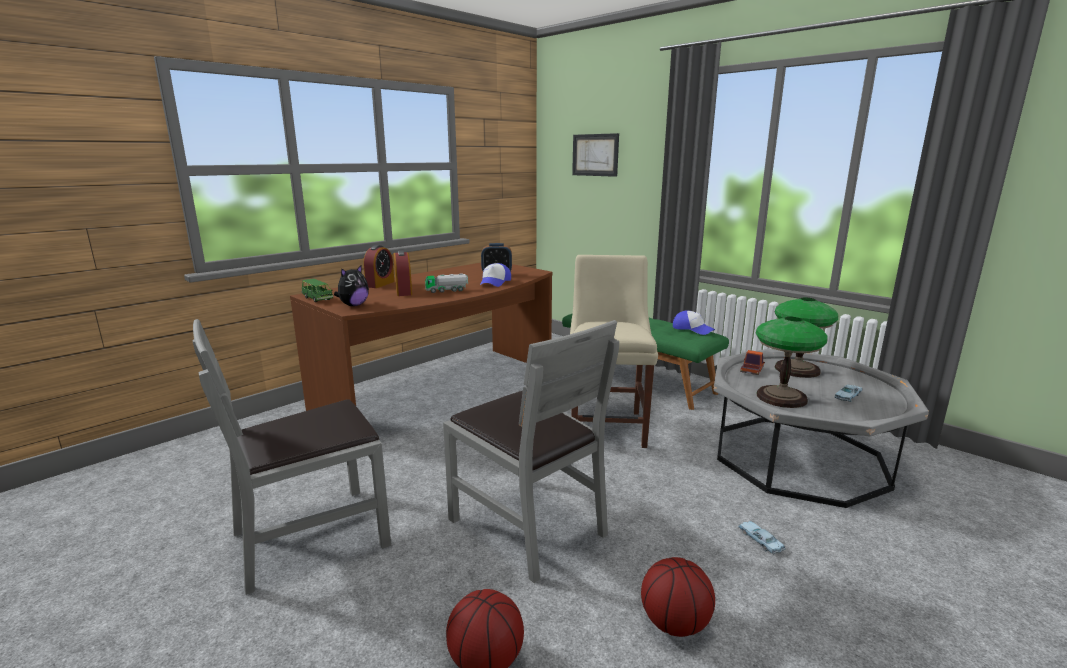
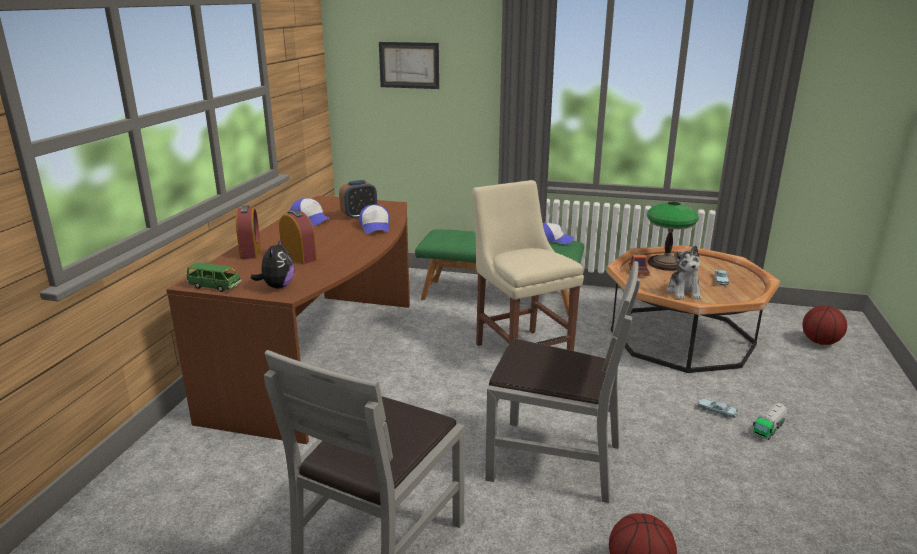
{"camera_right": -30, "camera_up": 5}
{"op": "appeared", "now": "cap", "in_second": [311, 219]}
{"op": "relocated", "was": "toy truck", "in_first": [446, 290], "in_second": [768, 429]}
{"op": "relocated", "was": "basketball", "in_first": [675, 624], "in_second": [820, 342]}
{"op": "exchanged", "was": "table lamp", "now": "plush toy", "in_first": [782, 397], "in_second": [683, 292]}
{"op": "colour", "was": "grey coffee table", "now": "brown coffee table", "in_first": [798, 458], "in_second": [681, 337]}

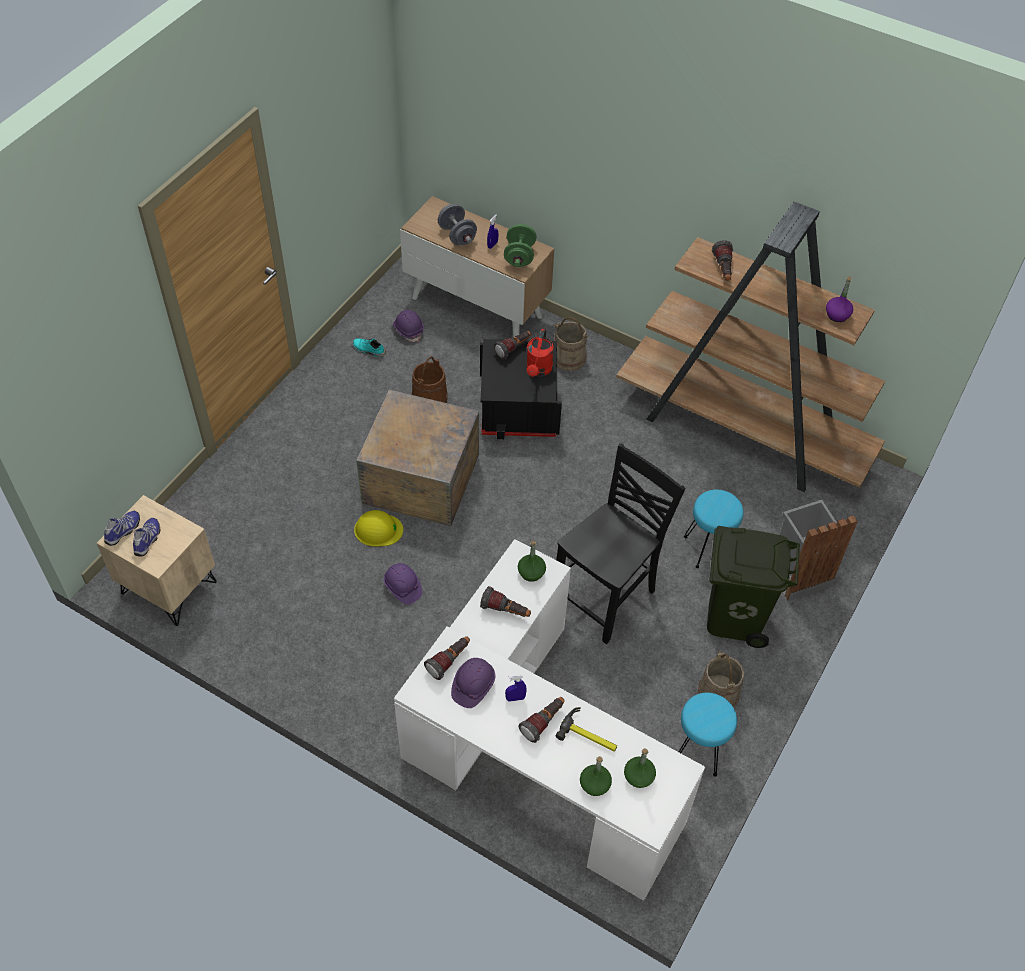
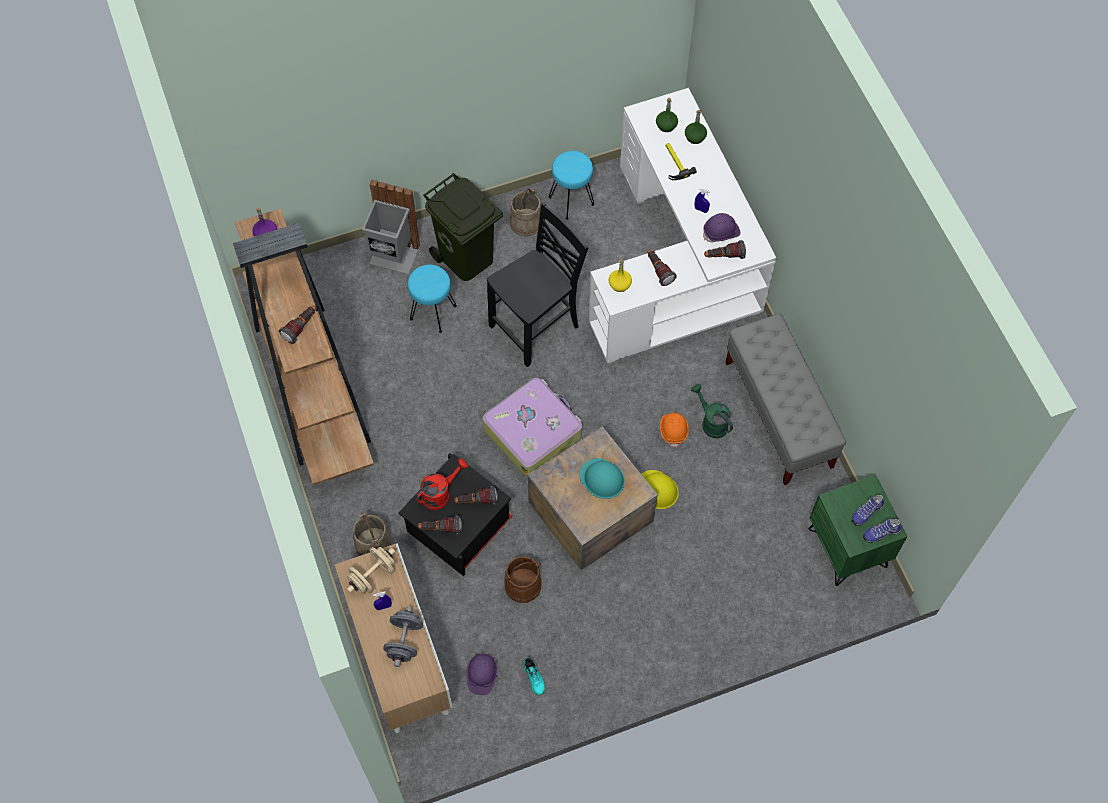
{"camera_right": -140, "camera_up": 10}
{"op": "appeared", "now": "suitcase", "in_second": [533, 431]}
{"op": "appeared", "now": "turquoise hard hat", "in_second": [602, 478]}
{"op": "appeared", "now": "green watering can", "in_second": [711, 422]}
{"op": "appeared", "now": "grey bench", "in_second": [778, 415]}
{"op": "relocated", "was": "flashlight", "in_first": [543, 722], "in_second": [476, 501]}
{"op": "colour", "was": "beige nightstand", "now": "green nightstand", "in_first": [168, 588], "in_second": [848, 547]}
{"op": "colour", "was": "purple hard hat", "now": "orange hard hat", "in_first": [402, 587], "in_second": [673, 430]}
{"op": "colour", "was": "green dumbbell", "now": "beige dumbbell", "in_first": [519, 256], "in_second": [372, 576]}
{"op": "colour", "was": "green bottle", "now": "yellow bottle", "in_first": [531, 573], "in_second": [620, 284]}
{"op": "spun", "was": "black chair", "in_first": [607, 597], "in_second": [537, 327], "clockwise": 150}

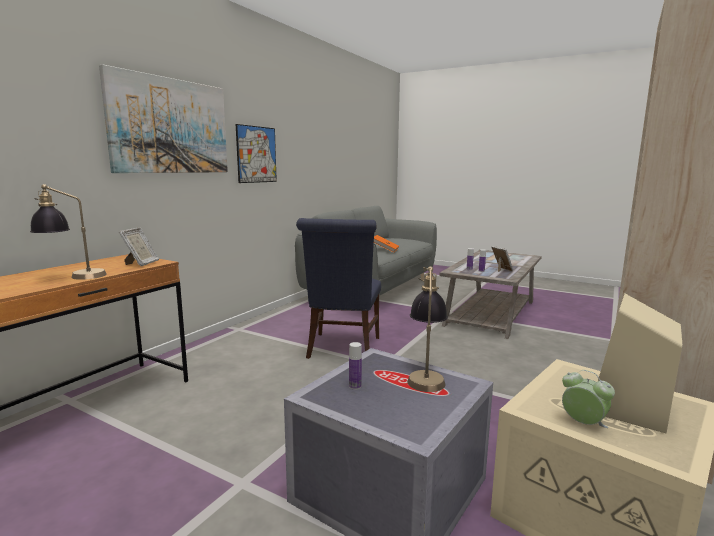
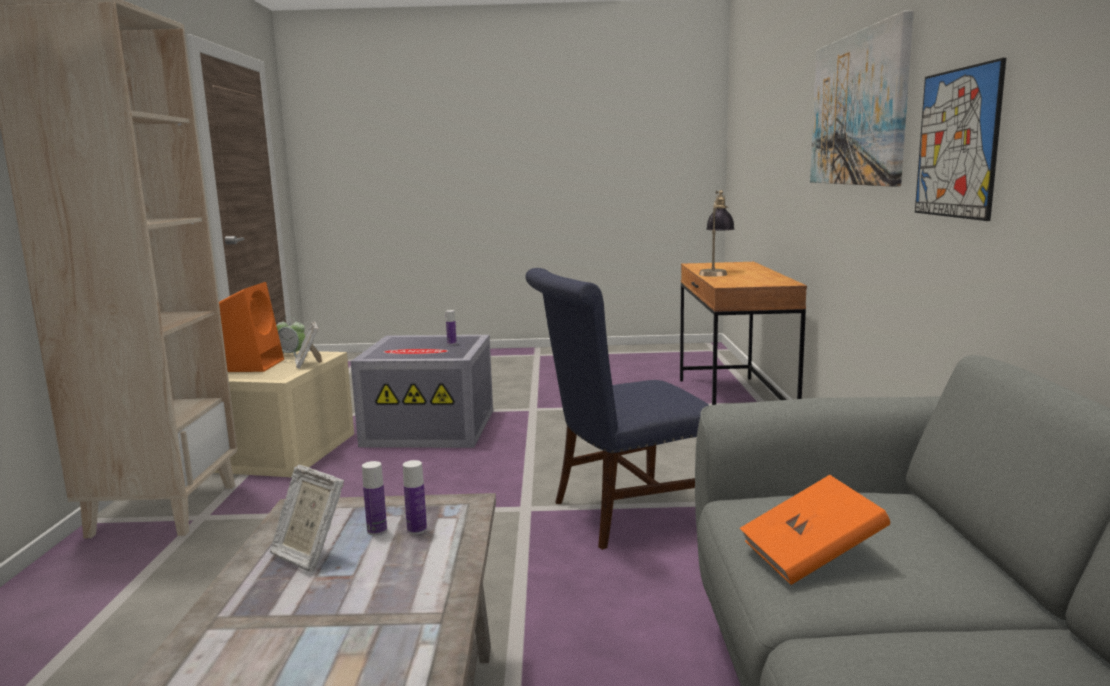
{"camera_right": 150, "camera_up": 0}
{"op": "missing", "was": "table lamp", "in_first": [426, 375]}
{"op": "relocated", "was": "picture frame", "in_first": [141, 263], "in_second": [308, 364]}
{"op": "colour", "was": "beige speaker", "now": "orange speaker", "in_first": [629, 409], "in_second": [251, 365]}
{"op": "spun", "was": "blue chair", "in_first": [342, 349], "in_second": [620, 515], "clockwise": -90}

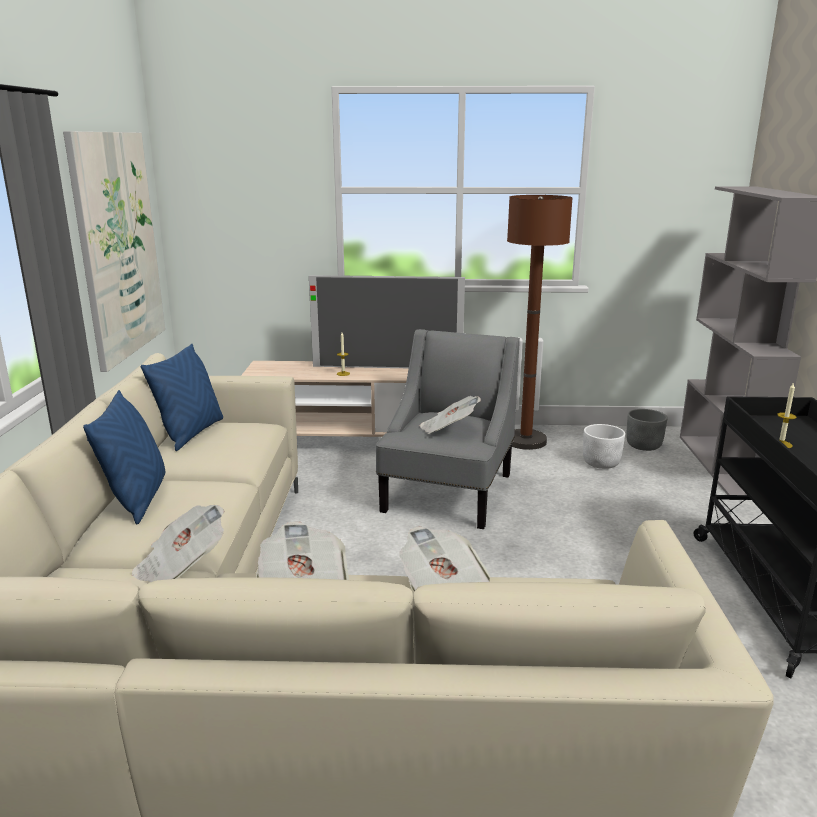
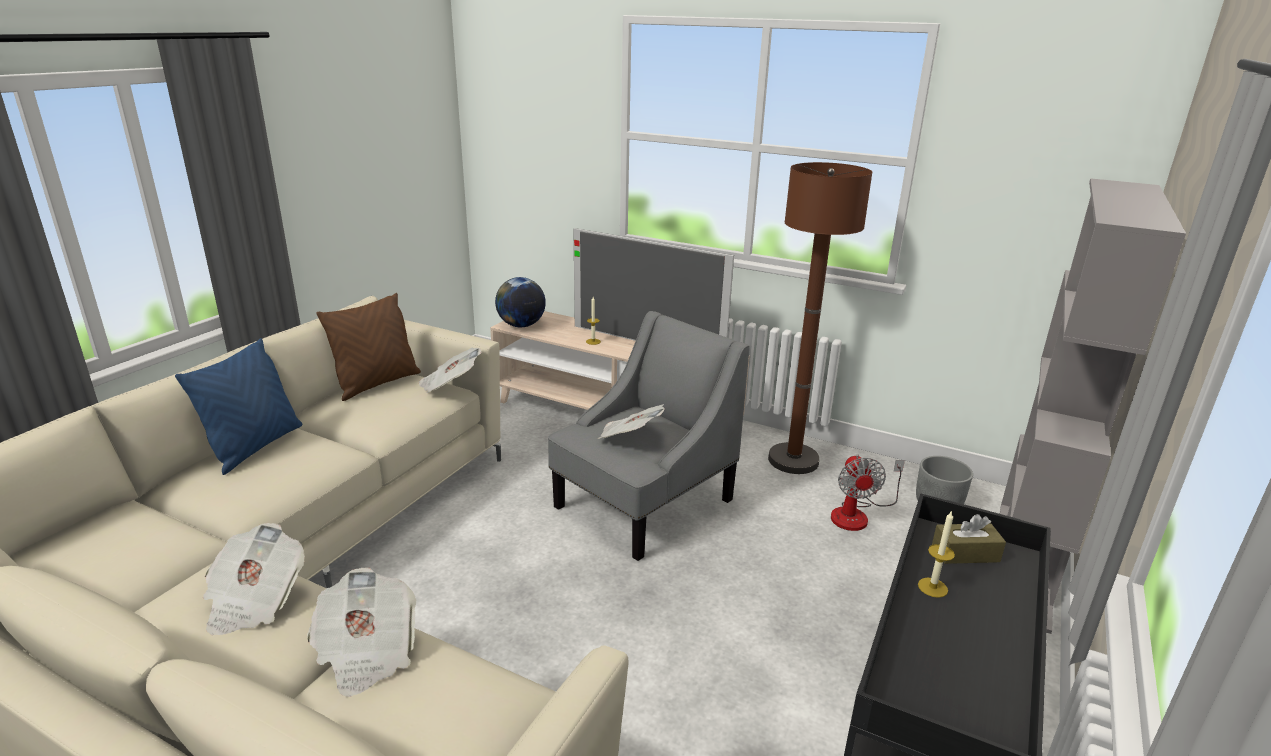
{"camera_right": 25, "camera_up": 5}
{"op": "missing", "was": "picture", "in_first": [118, 246]}
{"op": "appeared", "now": "globe", "in_second": [521, 325]}
{"op": "appeared", "now": "brown tissue box", "in_second": [965, 553]}
{"op": "relocated", "was": "newspaper", "in_first": [181, 566], "in_second": [450, 385]}
{"op": "exchanged", "was": "white planter", "now": "fan", "in_first": [601, 463], "in_second": [857, 514]}
{"op": "colour", "was": "blue pillow", "now": "brown pillow", "in_first": [191, 433], "in_second": [377, 383]}

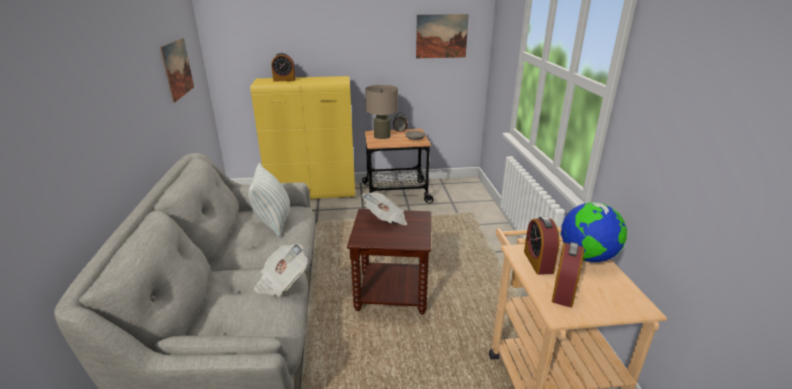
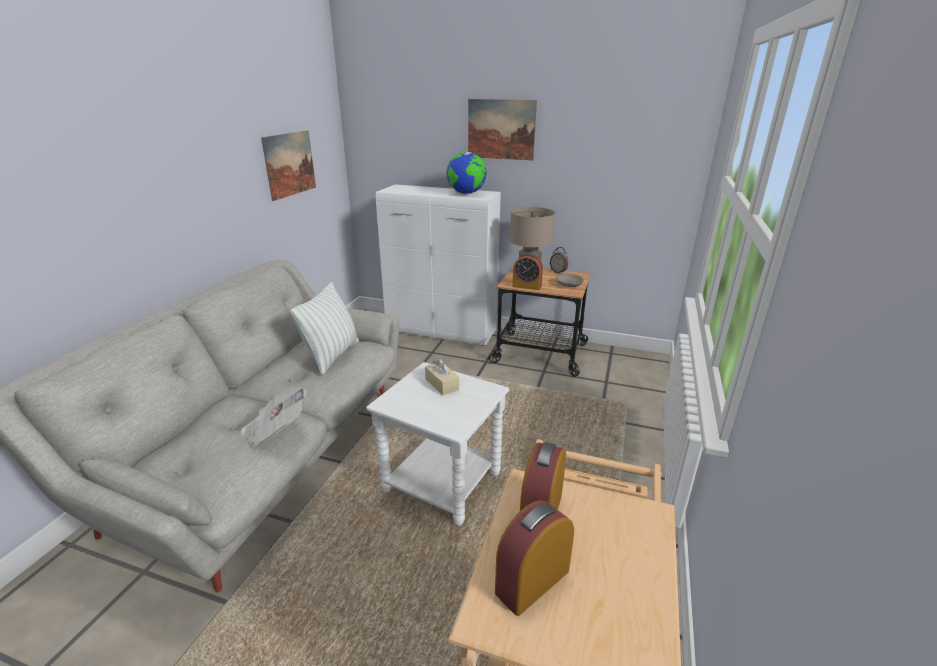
{"camera_right": 25, "camera_up": 0}
{"op": "relocated", "was": "alarm clock", "in_first": [284, 80], "in_second": [526, 286]}
{"op": "relocated", "was": "picture", "in_first": [441, 36], "in_second": [501, 129]}
{"op": "relocated", "was": "globe", "in_first": [587, 257], "in_second": [466, 193]}
{"op": "exchanged", "was": "newspaper", "now": "beige tissue box", "in_first": [386, 219], "in_second": [442, 384]}
{"op": "colour", "was": "yellow cabinet", "now": "white cabinet", "in_first": [313, 193], "in_second": [442, 331]}
{"op": "colour", "was": "brown side table", "now": "white side table", "in_first": [392, 292], "in_second": [443, 482]}

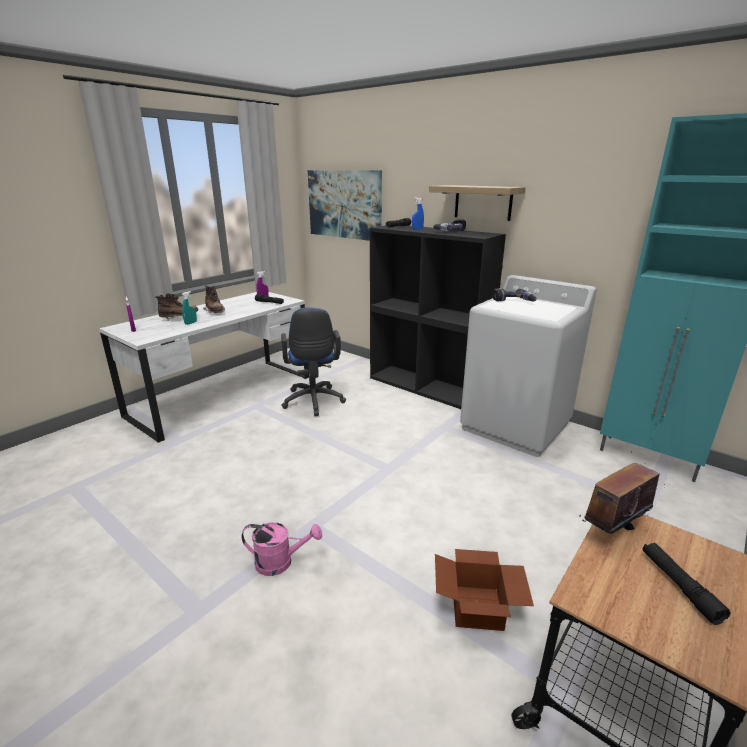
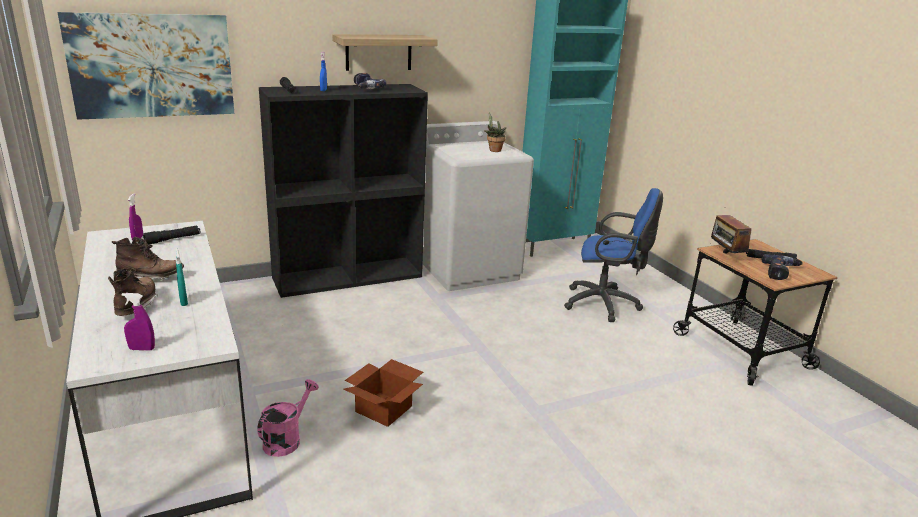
{"camera_right": -65, "camera_up": 0}
{"op": "appeared", "now": "potted plant", "in_second": [493, 150]}
{"op": "relocated", "was": "pink watering can", "in_first": [280, 562], "in_second": [286, 439]}
{"op": "relocated", "was": "blue office chair", "in_first": [313, 402], "in_second": [605, 304]}
{"op": "relocated", "was": "cardboard box", "in_first": [479, 608], "in_second": [385, 408]}
{"op": "relocated", "was": "power drill", "in_first": [513, 302], "in_second": [781, 273]}

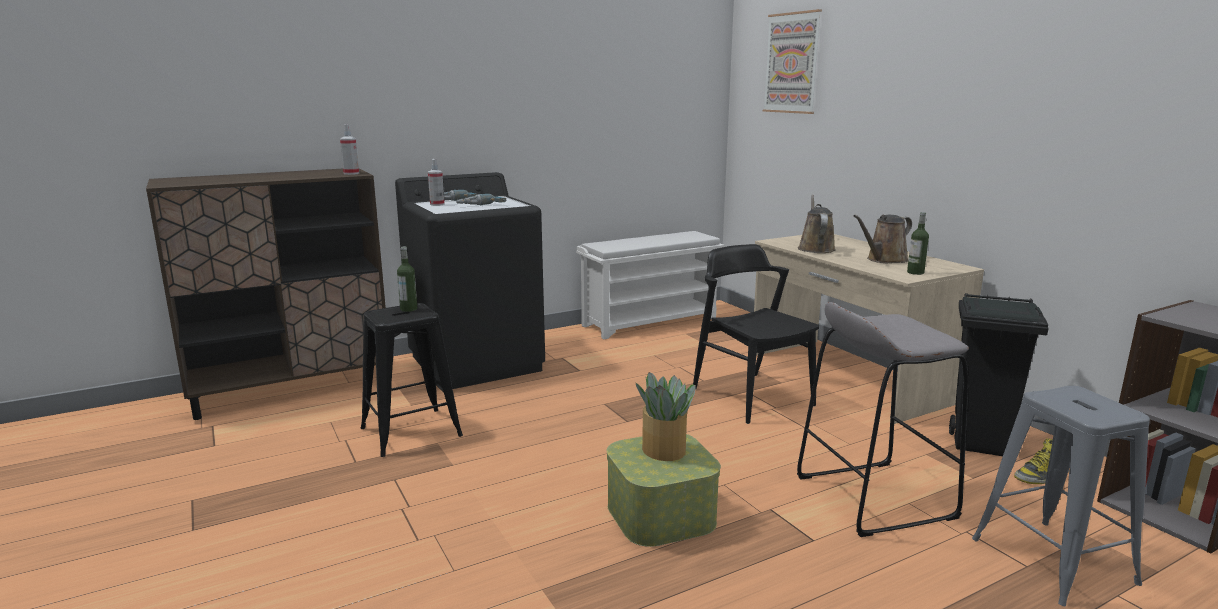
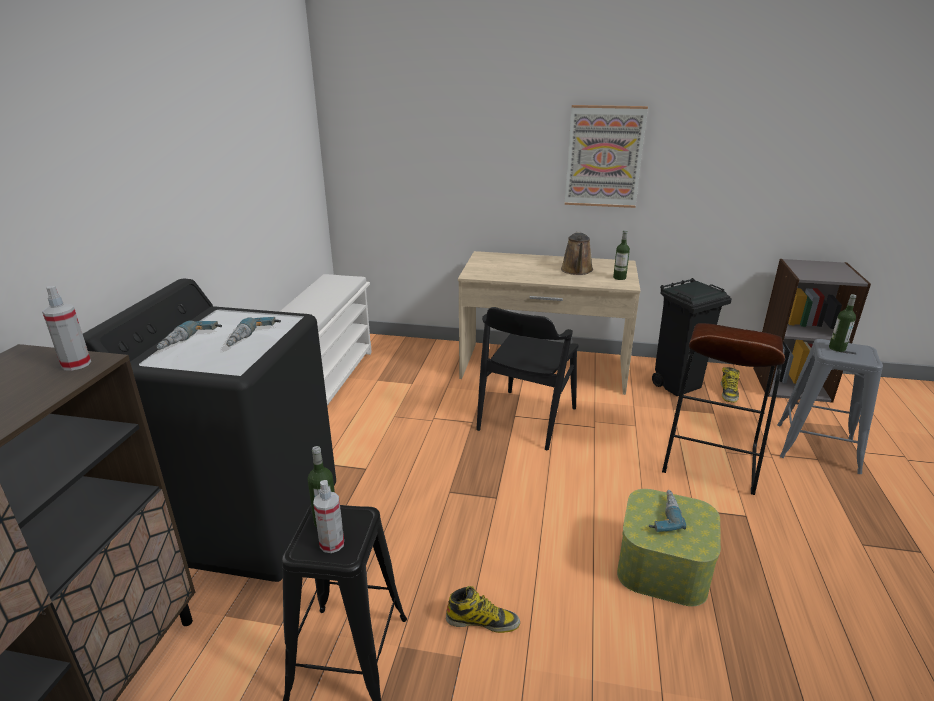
{"camera_right": -50, "camera_up": 10}
{"op": "missing", "was": "brown watering can", "in_first": [815, 248]}
{"op": "appeared", "now": "boot", "in_second": [482, 621]}
{"op": "appeared", "now": "bottle", "in_second": [837, 348]}
{"op": "relocated", "was": "spray bottle", "in_first": [437, 204], "in_second": [332, 544]}
{"op": "relocated", "was": "picture", "in_first": [792, 63], "in_second": [604, 157]}
{"op": "exchanged", "was": "potted plant", "now": "power drill", "in_first": [664, 450], "in_second": [661, 515]}
{"op": "colour", "was": "grey stool", "now": "brown stool", "in_first": [873, 497], "in_second": [709, 459]}
{"op": "spun", "was": "black chair", "in_first": [752, 397], "in_second": [526, 419], "clockwise": -75}

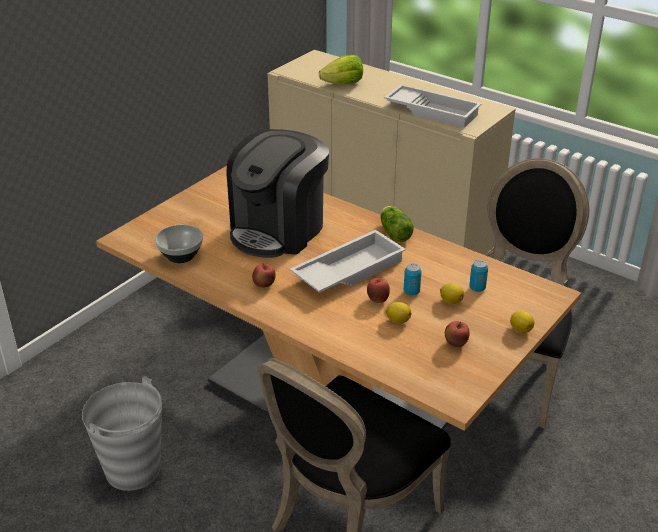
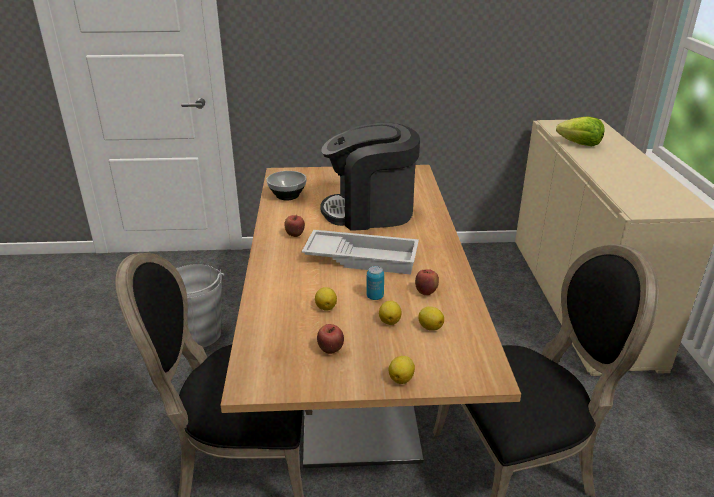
{"camera_right": 50, "camera_up": -5}
{"op": "missing", "was": "lettuce", "in_first": [394, 232]}
{"op": "missing", "was": "white tray", "in_first": [433, 111]}
{"op": "relocated", "was": "apple", "in_first": [378, 300], "in_second": [426, 292]}
{"op": "exchanged", "was": "can", "now": "lemon", "in_first": [477, 288], "in_second": [429, 327]}

